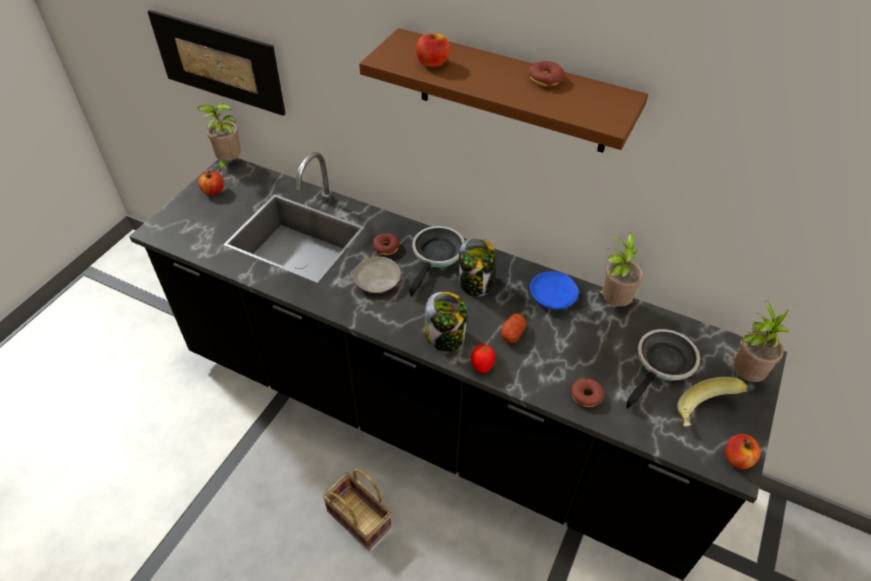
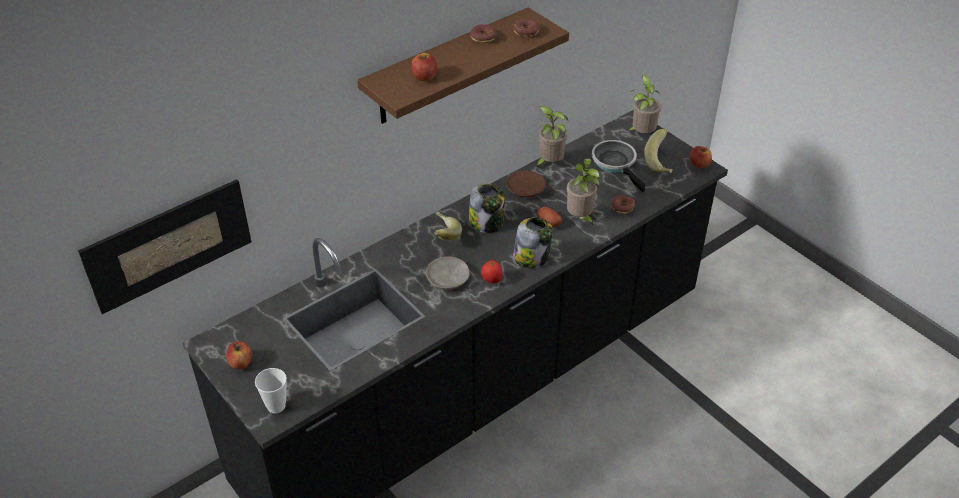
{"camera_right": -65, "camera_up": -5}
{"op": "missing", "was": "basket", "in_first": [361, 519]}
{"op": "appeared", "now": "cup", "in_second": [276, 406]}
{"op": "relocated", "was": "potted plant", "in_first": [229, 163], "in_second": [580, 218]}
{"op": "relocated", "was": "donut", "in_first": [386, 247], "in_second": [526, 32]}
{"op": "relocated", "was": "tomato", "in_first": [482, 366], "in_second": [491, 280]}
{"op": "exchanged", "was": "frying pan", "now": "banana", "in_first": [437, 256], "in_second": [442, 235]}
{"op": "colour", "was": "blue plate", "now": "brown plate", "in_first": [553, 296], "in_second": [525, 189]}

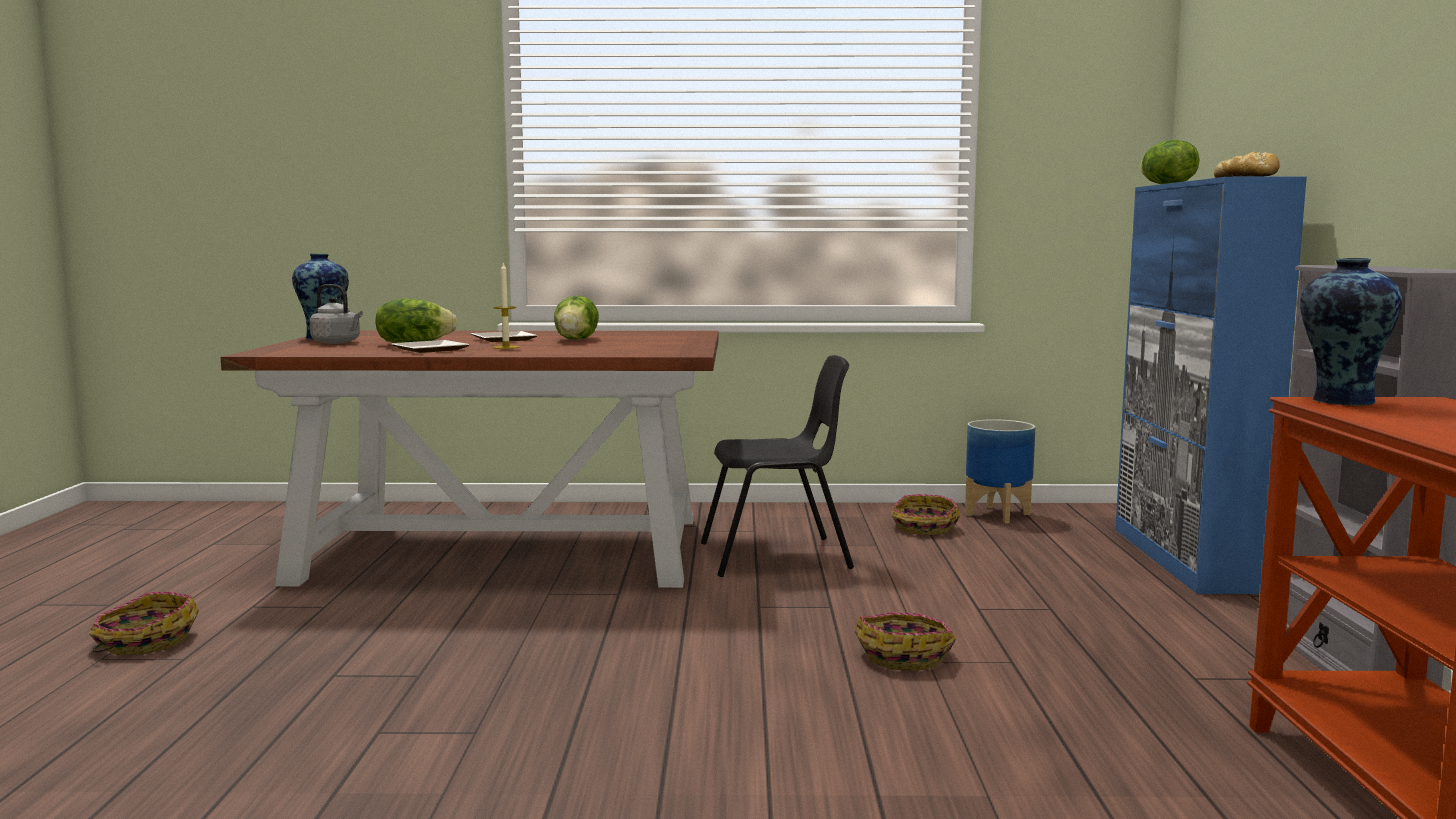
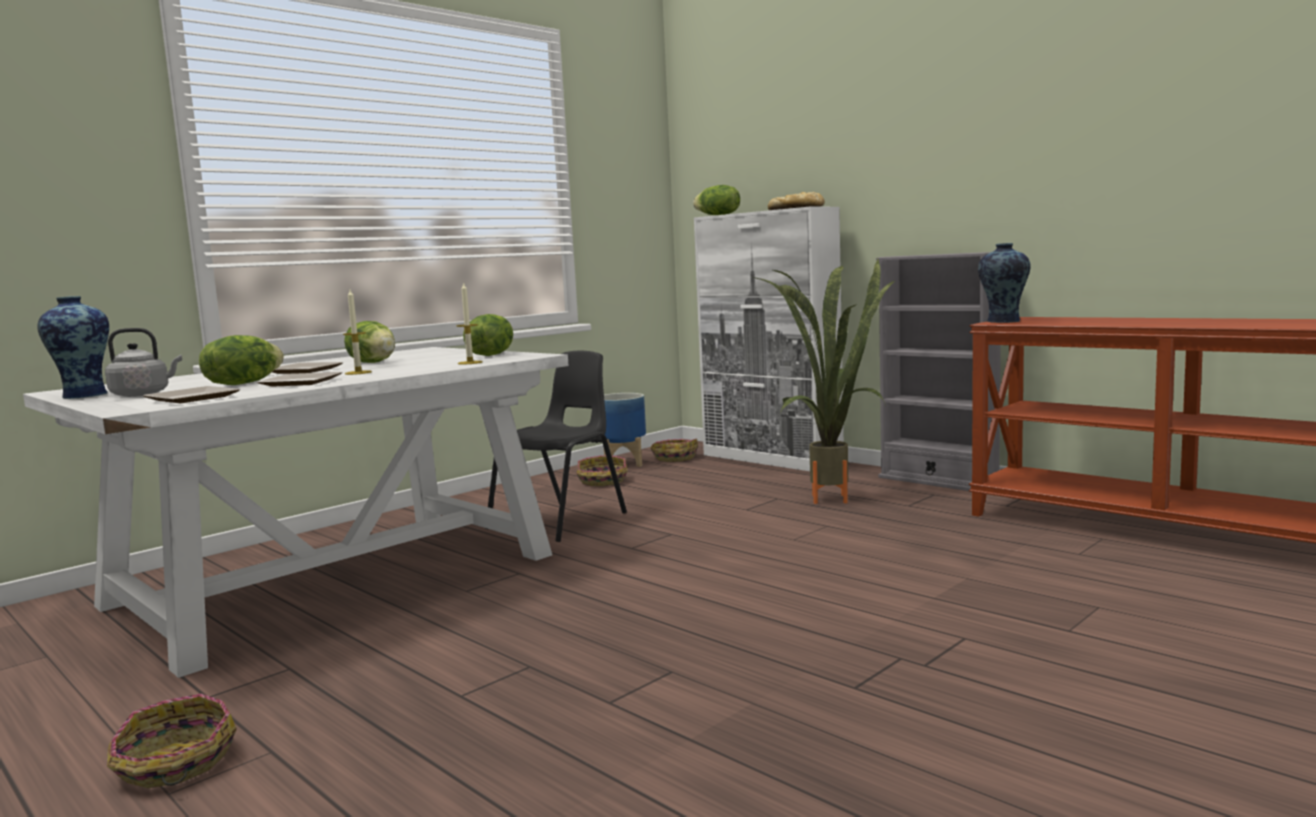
{"camera_right": -45, "camera_up": 0}
{"op": "appeared", "now": "plate", "in_second": [189, 399]}
{"op": "appeared", "now": "candle", "in_second": [470, 363]}
{"op": "appeared", "now": "lettuce", "in_second": [491, 355]}
{"op": "appeared", "now": "potted plant", "in_second": [833, 496]}
{"op": "relocated", "was": "basket", "in_first": [905, 655], "in_second": [674, 457]}
{"op": "colour", "was": "brown dining table", "now": "white dining table", "in_first": [508, 549], "in_second": [336, 579]}
{"op": "colour", "was": "blue cabinet", "now": "white cabinet", "in_first": [1186, 559], "in_second": [771, 459]}

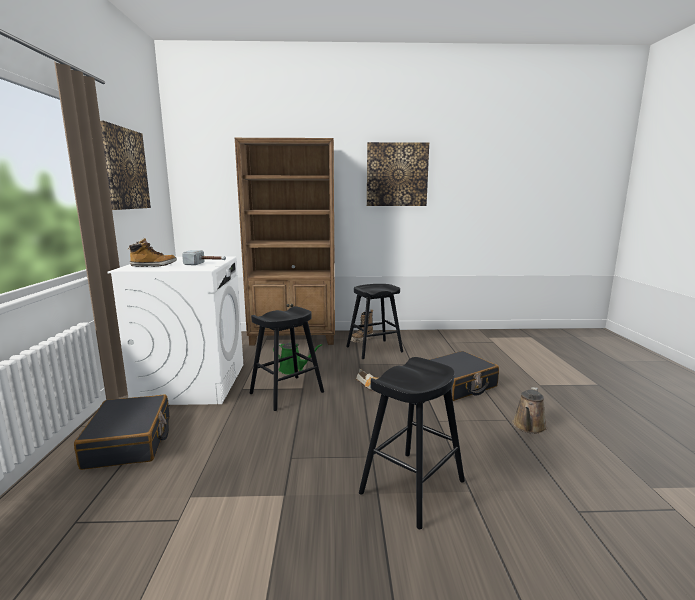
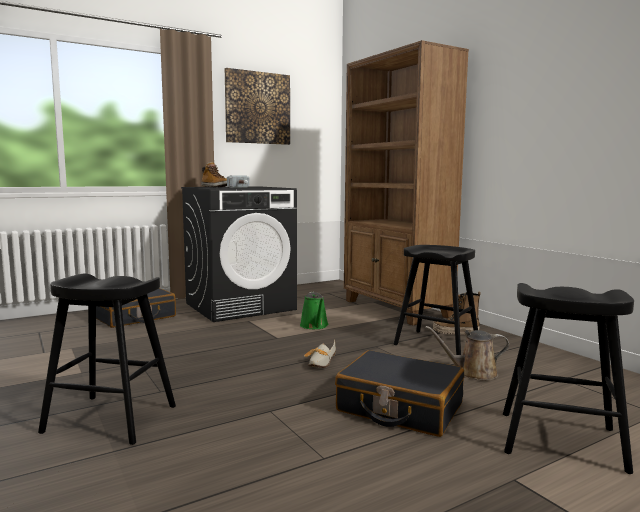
{"camera_right": 60, "camera_up": -5}
{"op": "missing", "was": "picture", "in_first": [397, 175]}
{"op": "relocated", "was": "black stool", "in_first": [287, 392], "in_second": [561, 441]}
{"op": "relocated", "was": "brown watering can", "in_first": [529, 427], "in_second": [473, 373]}
{"op": "colour", "was": "white washing machine", "now": "black washing machine", "in_first": [192, 383], "in_second": [240, 306]}

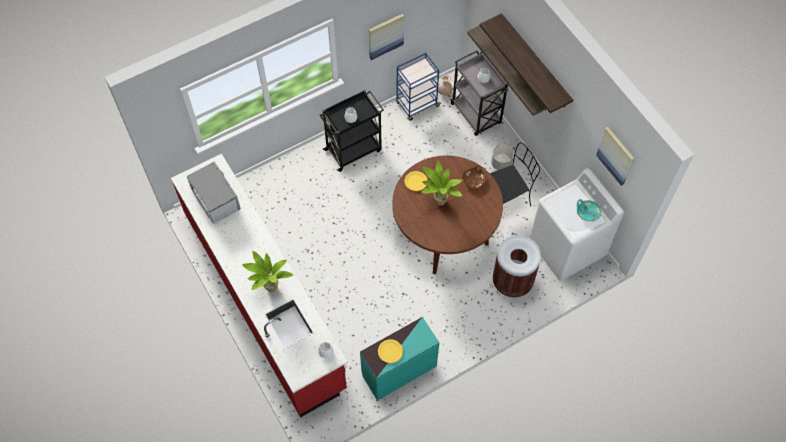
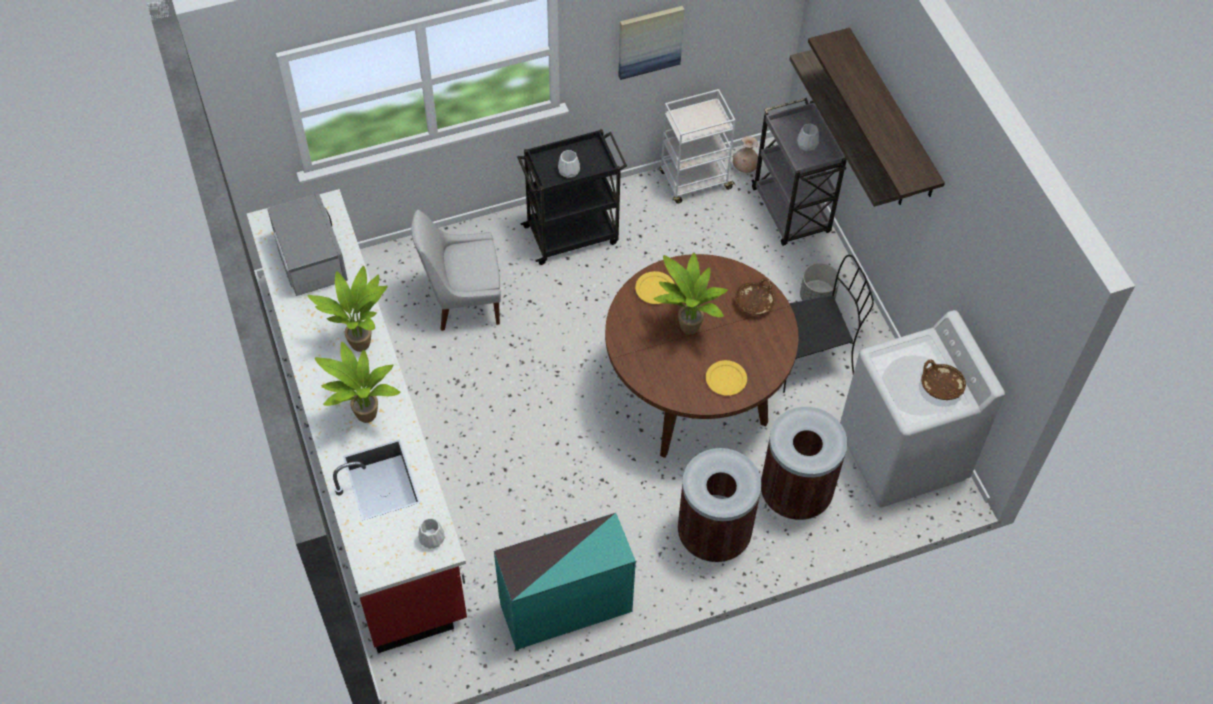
{"camera_right": 10, "camera_up": -5}
{"op": "missing", "was": "picture", "in_first": [616, 155]}
{"op": "appeared", "now": "potted plant", "in_second": [362, 342]}
{"op": "appeared", "now": "white chair", "in_second": [463, 301]}
{"op": "appeared", "now": "brown trash can", "in_second": [713, 535]}
{"op": "relocated", "was": "yellow plate", "in_first": [390, 351], "in_second": [726, 379]}
{"op": "colour", "was": "blue cart", "now": "white cart", "in_first": [417, 105], "in_second": [694, 181]}
{"op": "colour", "was": "turquoise bowl", "now": "brown bowl", "in_first": [587, 212], "in_second": [940, 385]}

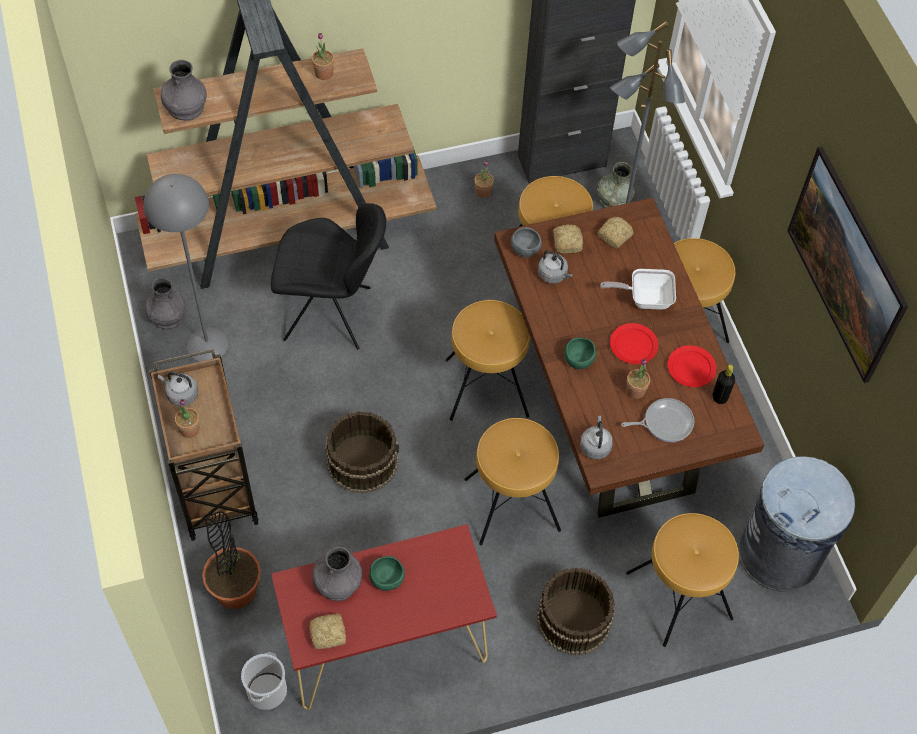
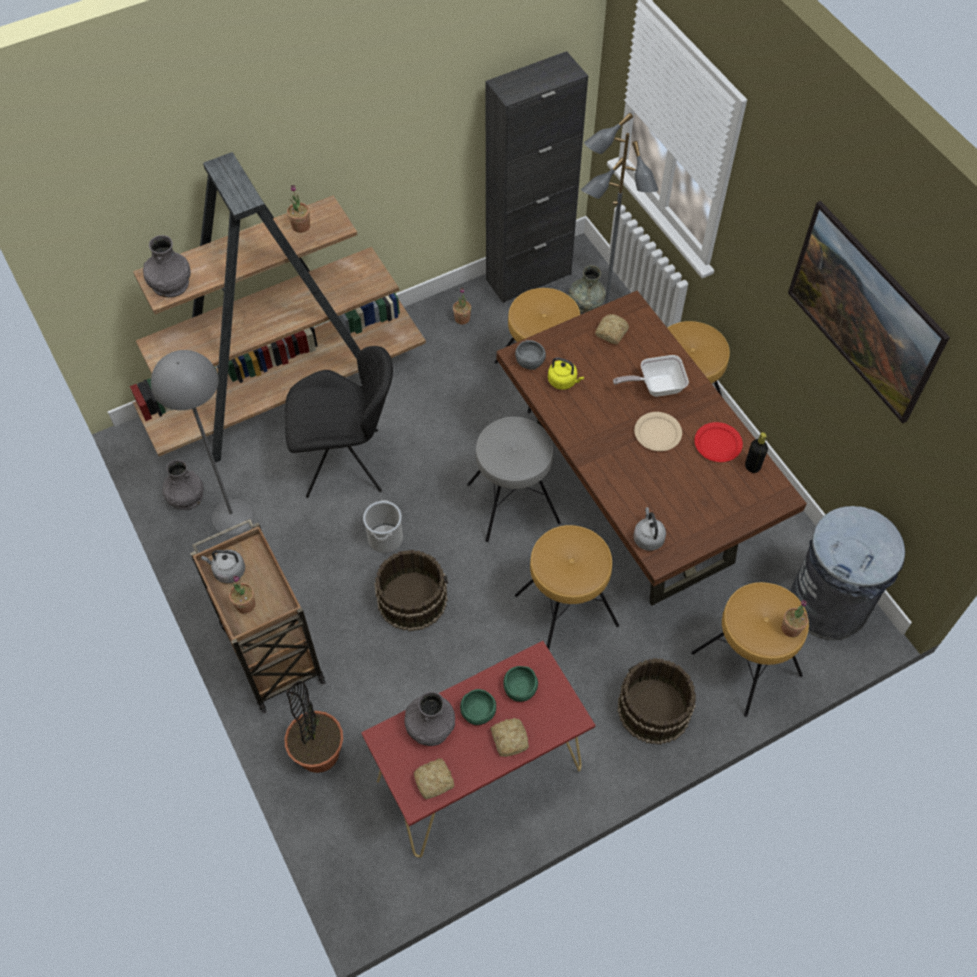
{"camera_right": -10, "camera_up": 0}
{"op": "missing", "was": "frying pan", "in_first": [665, 422]}
{"op": "relocated", "was": "bucket", "in_first": [267, 691], "in_second": [385, 538]}
{"op": "relocated", "was": "bread", "in_first": [567, 242], "in_second": [510, 738]}
{"op": "relocated", "was": "green bowl", "in_first": [578, 359], "in_second": [520, 689]}
{"op": "relocated", "was": "potted plant", "in_first": [635, 390], "in_second": [791, 628]}
{"op": "colour", "was": "brown stool", "now": "grey stool", "in_first": [486, 387], "in_second": [513, 502]}
{"op": "colour", "was": "grey kettle", "now": "yellow kettle", "in_first": [553, 275], "in_second": [563, 381]}
{"op": "colour", "was": "red plate", "now": "beige plate", "in_first": [633, 345], "in_second": [657, 432]}

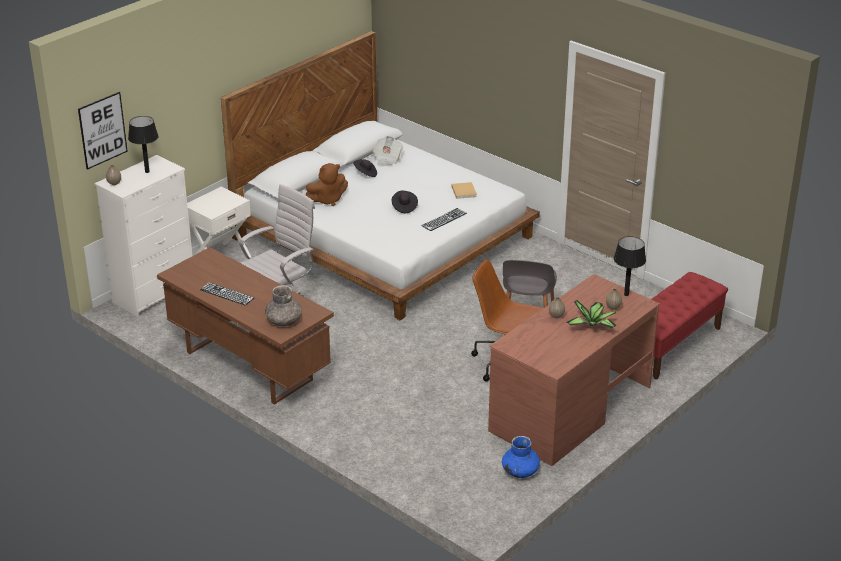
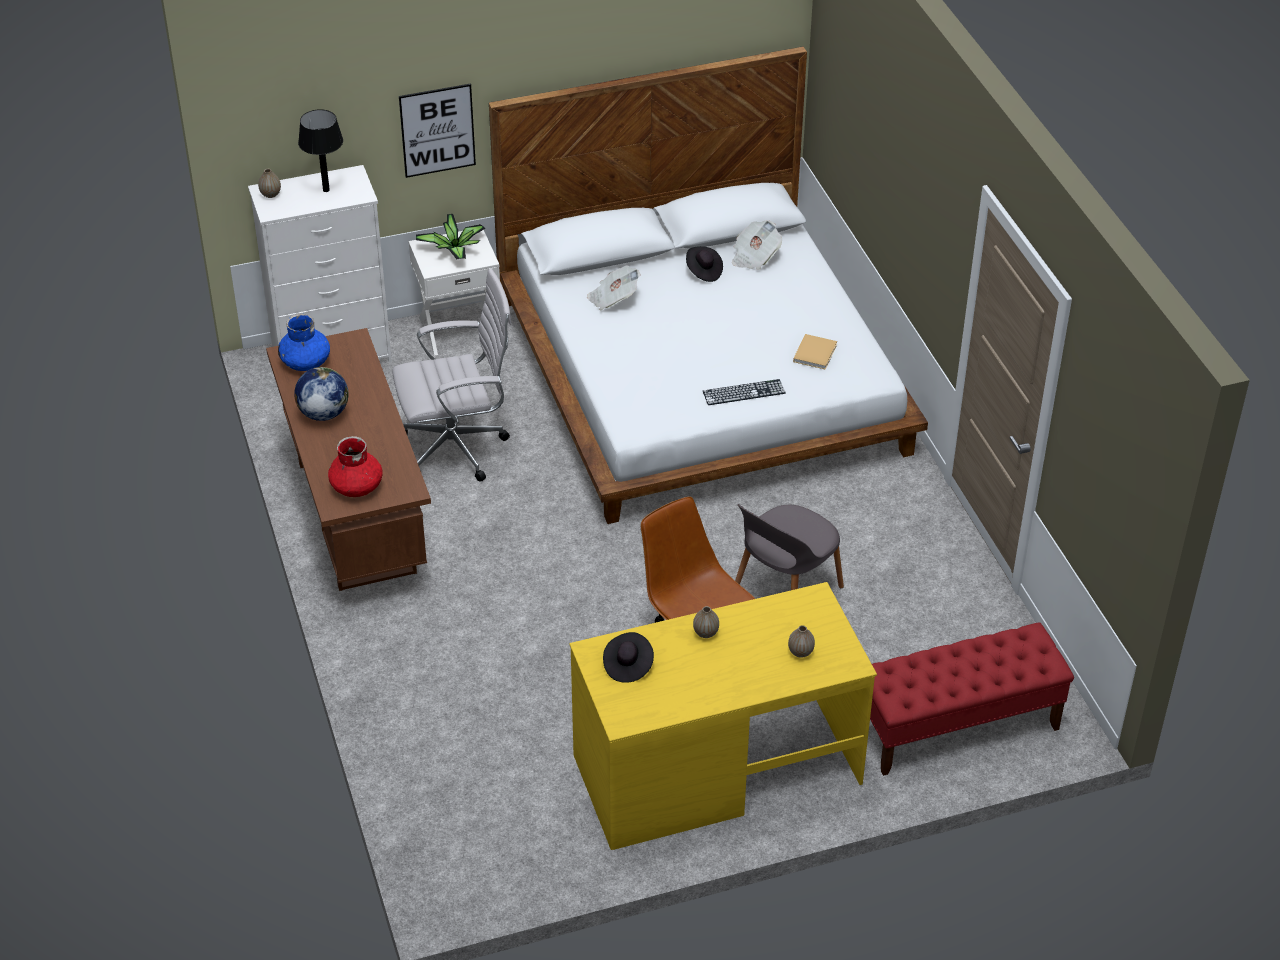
{"camera_right": 30, "camera_up": 10}
{"op": "missing", "was": "black table lamp", "in_first": [626, 294]}
{"op": "relocated", "was": "picture", "in_first": [102, 130], "in_second": [437, 130]}
{"op": "relocated", "was": "black hat", "in_first": [404, 207], "in_second": [627, 665]}
{"op": "relocated", "was": "blue vase", "in_first": [520, 471], "in_second": [305, 362]}
{"op": "relocated", "was": "potted plant", "in_first": [592, 325], "in_second": [455, 250]}
{"op": "exchanged", "was": "keyboard", "now": "globe", "in_first": [227, 294], "in_second": [323, 413]}
{"op": "exchanged", "was": "brown plush toy", "now": "newspaper", "in_first": [327, 200], "in_second": [613, 298]}
{"op": "colour", "was": "grey vase", "now": "red vase", "in_first": [284, 320], "in_second": [357, 486]}
{"op": "colour", "was": "brown desk", "now": "yellow desk", "in_first": [569, 408], "in_second": [716, 768]}

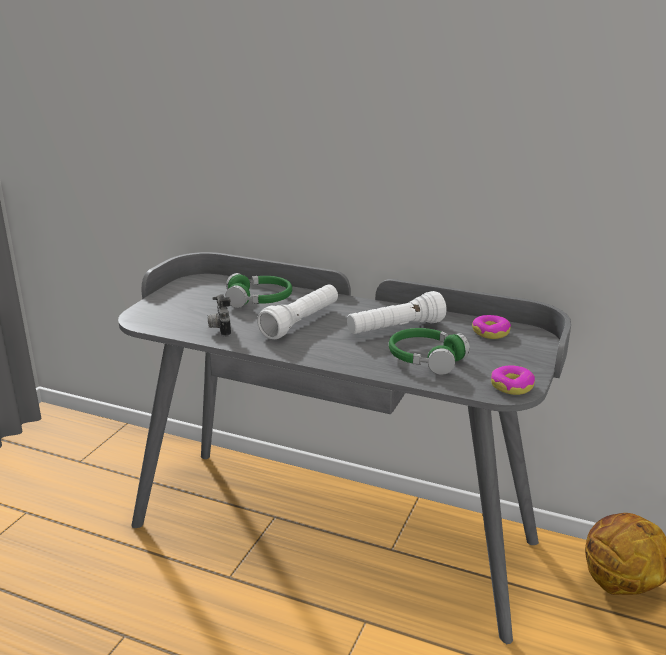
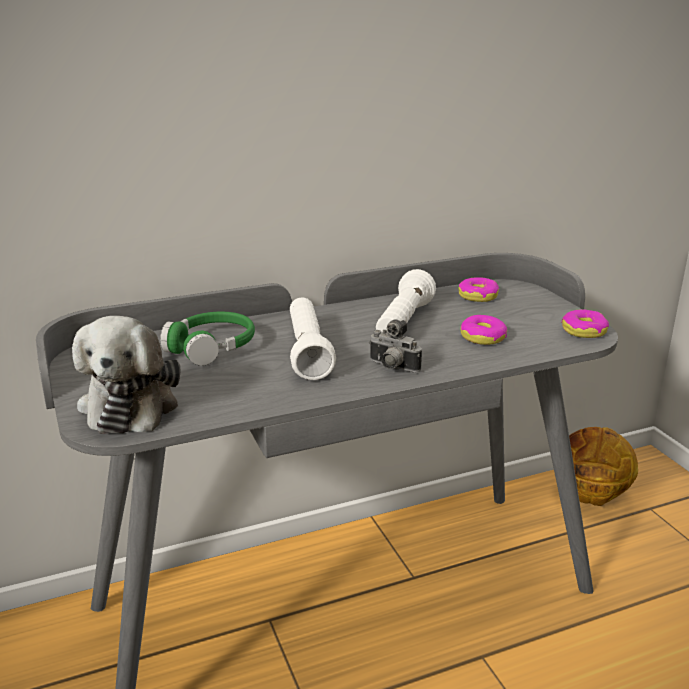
{"camera_right": -45, "camera_up": 0}
{"op": "appeared", "now": "plush toy", "in_second": [131, 404]}
{"op": "relocated", "was": "photo camera", "in_first": [220, 329], "in_second": [392, 368]}
{"op": "exchanged", "was": "green headphones", "now": "donut", "in_first": [426, 359], "in_second": [483, 337]}

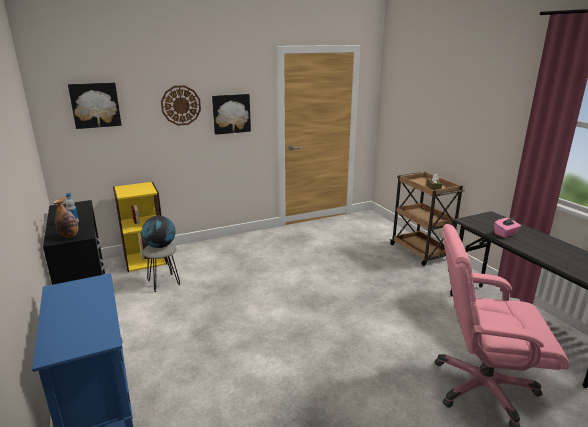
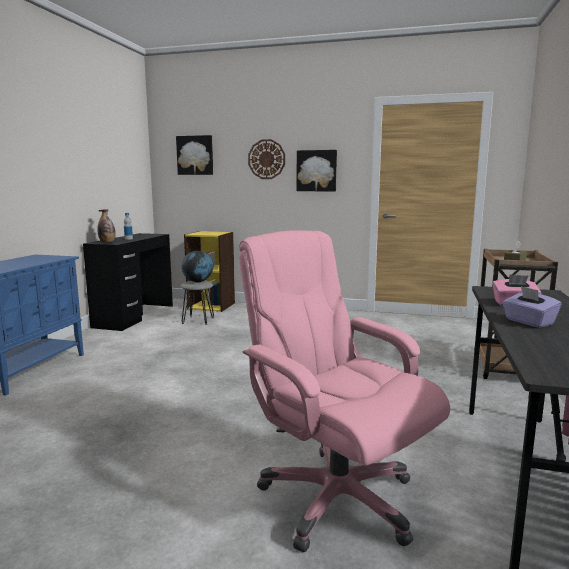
{"camera_right": 40, "camera_up": -10}
{"op": "appeared", "now": "purple tissue box", "in_second": [528, 322]}

